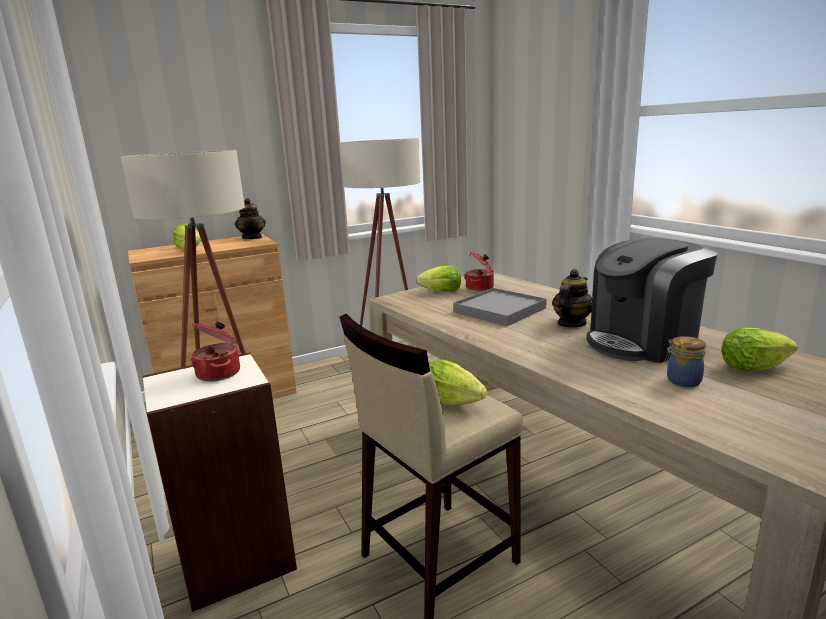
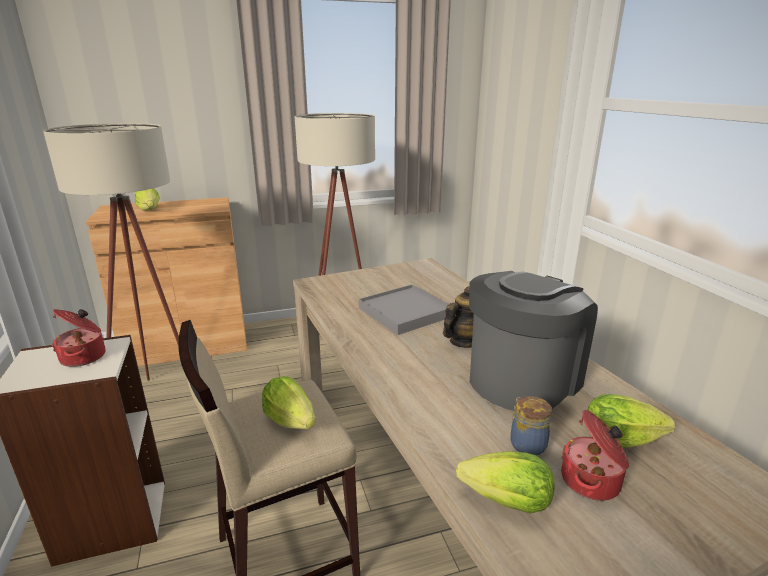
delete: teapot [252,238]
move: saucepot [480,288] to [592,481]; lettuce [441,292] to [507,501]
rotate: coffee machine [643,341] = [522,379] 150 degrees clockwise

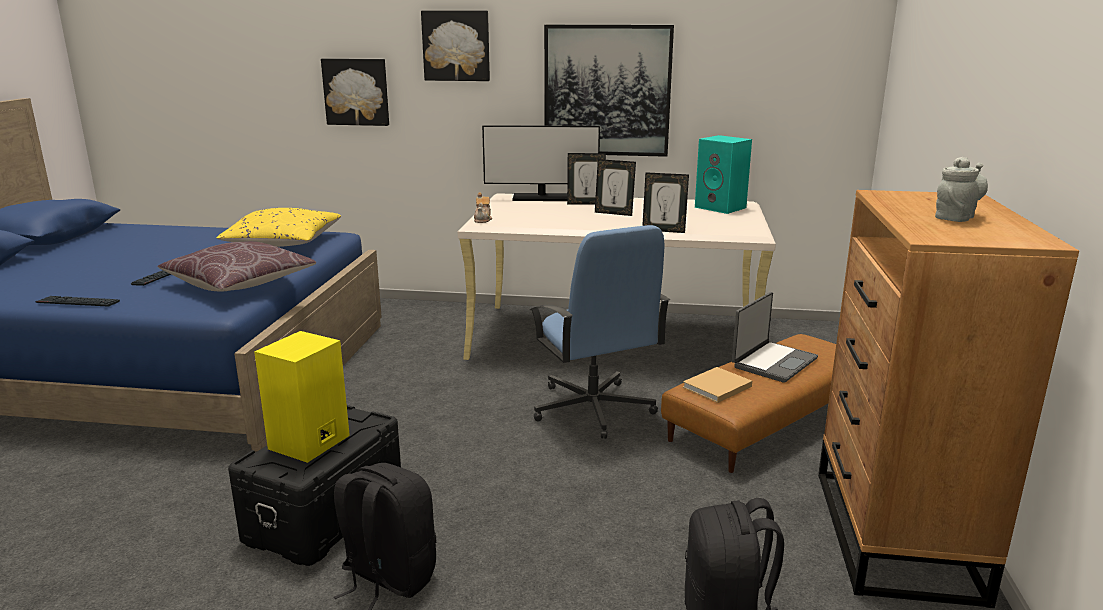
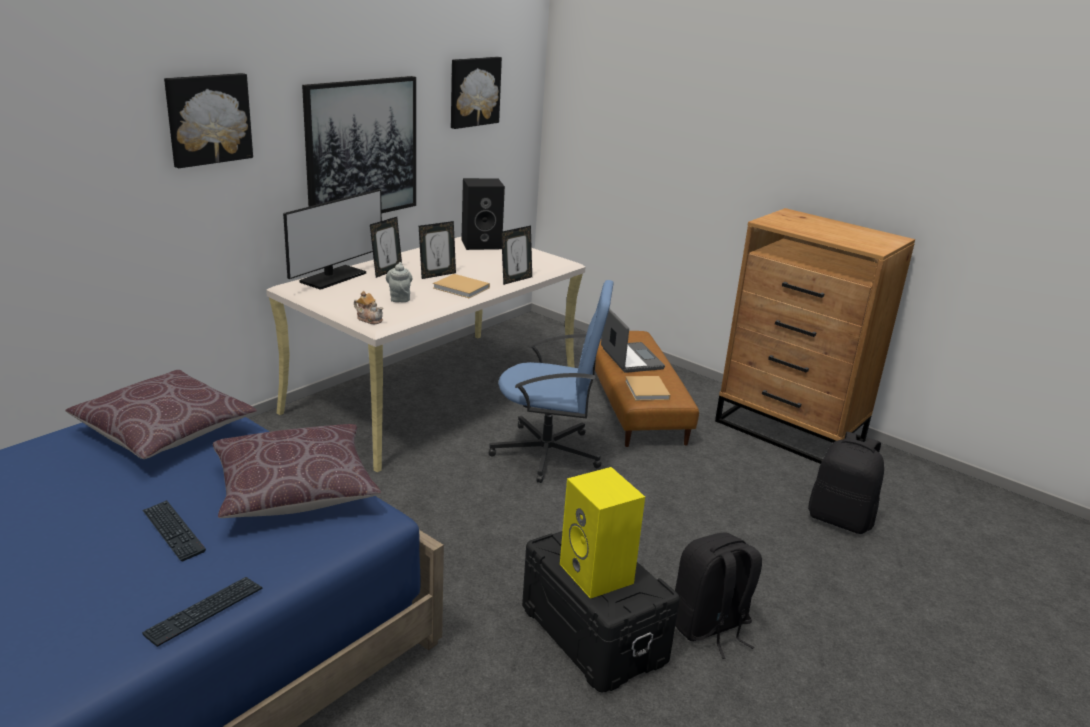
insert: book (beige-coloured) [462,288]
move: wall art [356,91] to [473,91]; teapot (gray) [956,217] to [399,298]
recolor: audio speaker (turquoise-coloured) [722,207] to audio speaker (black) [482,244]; cushion (yellowish) [284,243] to cushion (brown) [165,431]

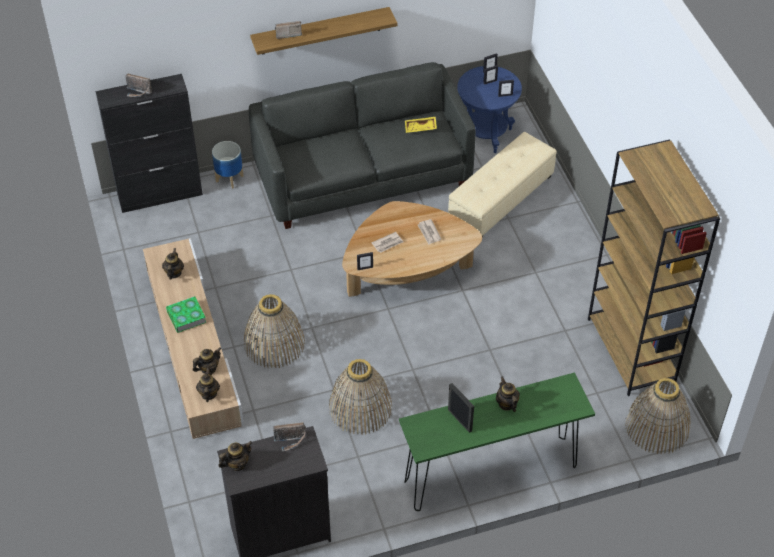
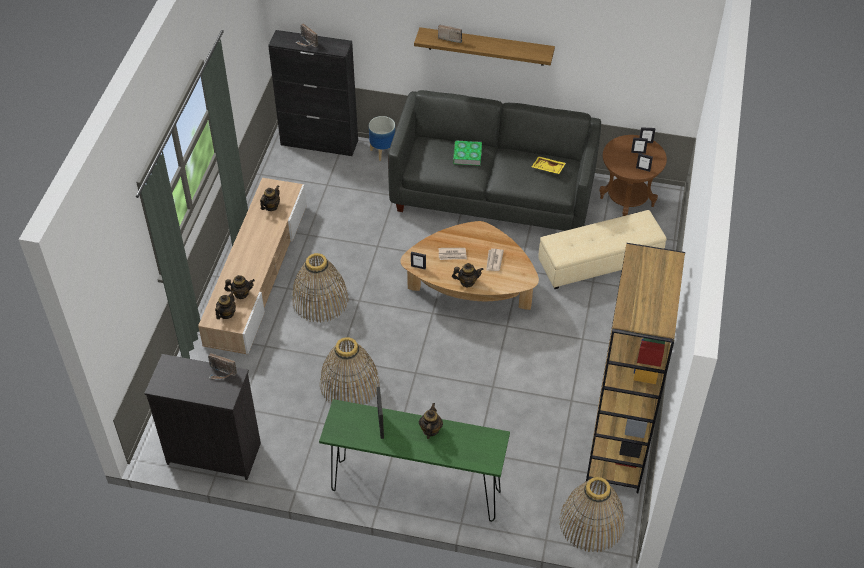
move: book [186,317] to [467,155]; teapot [237,464] to [467,282]
recolor: end table (blue-coloured) [486,134] to end table (brown) [627,202]

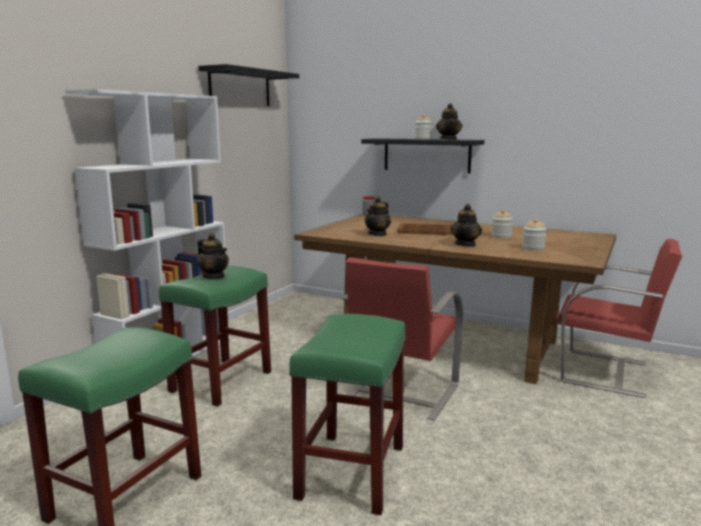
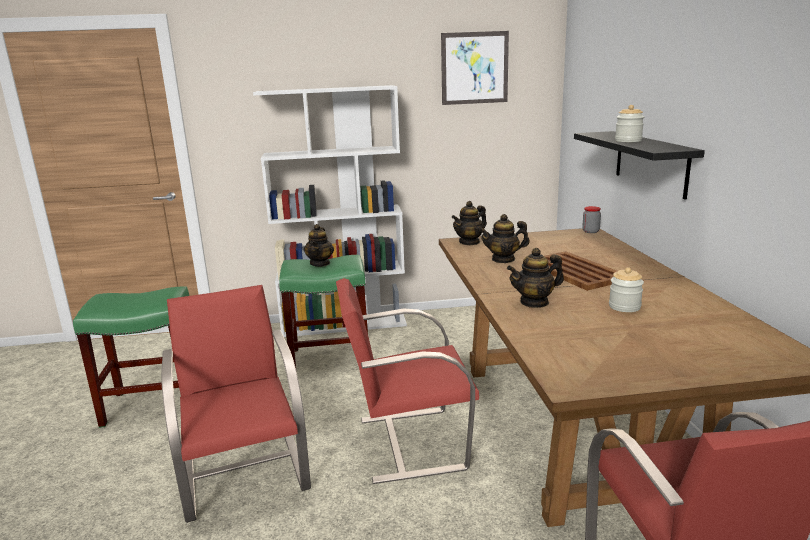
delete: jar [533,248]
move: teapot [448,139] to [469,242]
replace: shelf (black) [240,87] to wall art [474,68]; stool seat (green-coloured) [351,471] to plain chair (reddish) [245,474]

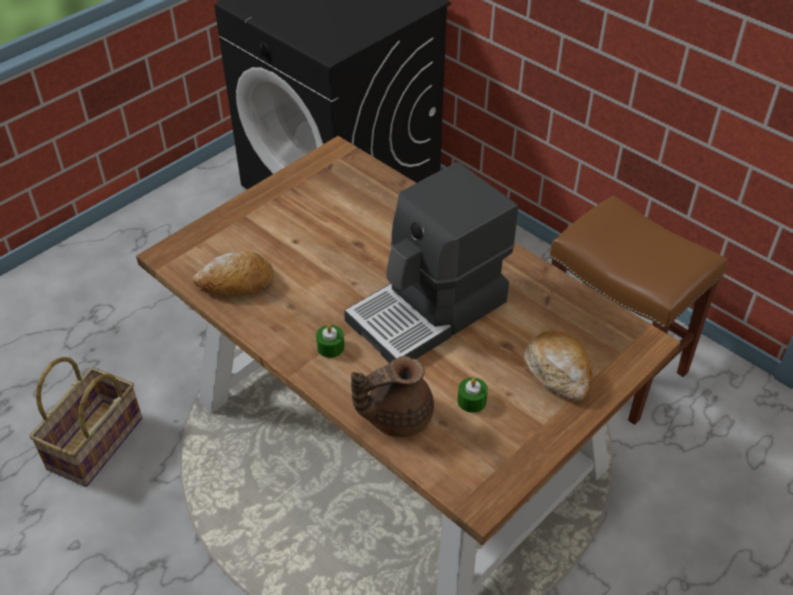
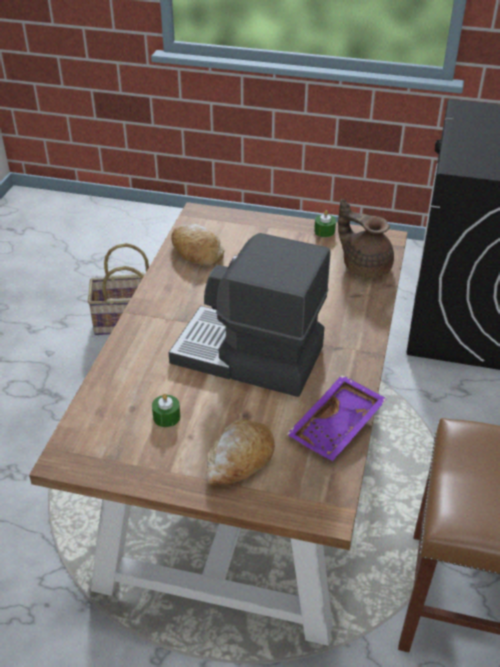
insert: serving tray (purple) [338,427]
move: wax candle (green-coloured) [330,347] to [324,231]; teapot (brown) [396,417] to [365,266]

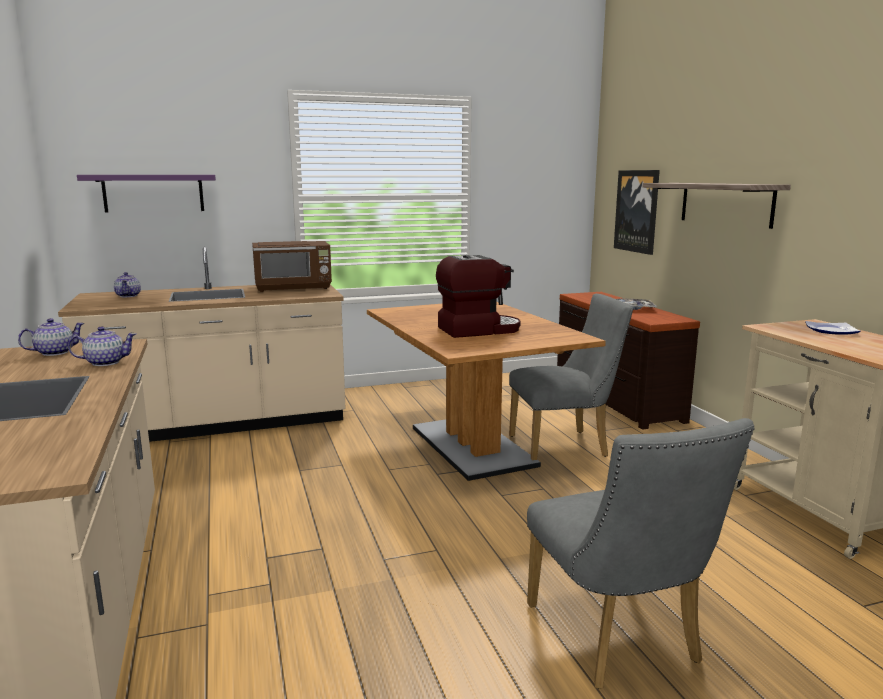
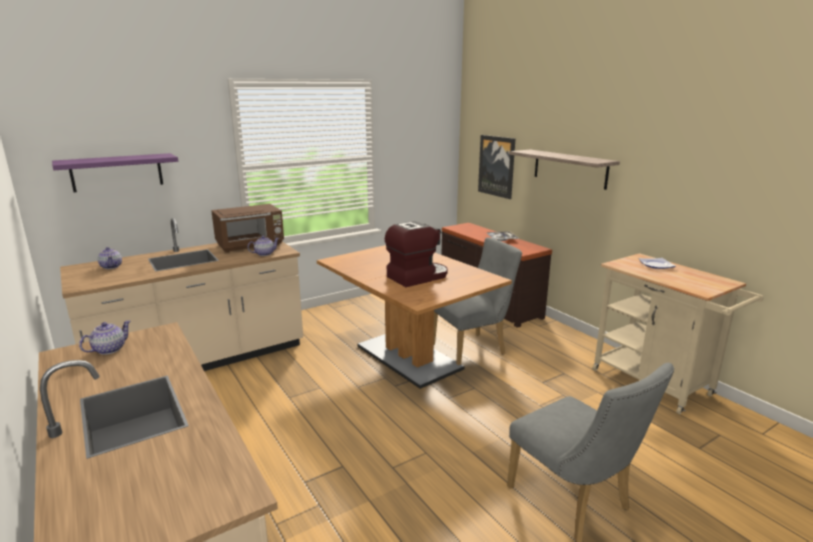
move: teapot [105,362] to [264,254]

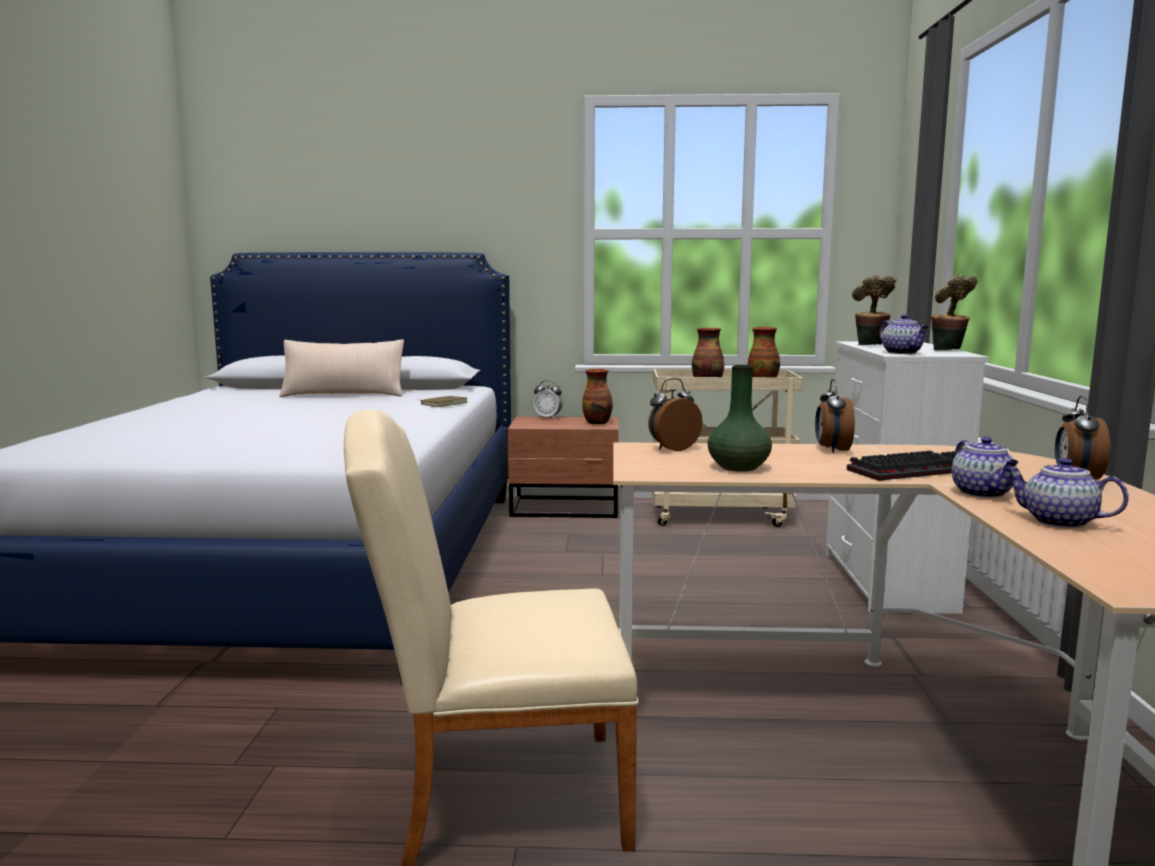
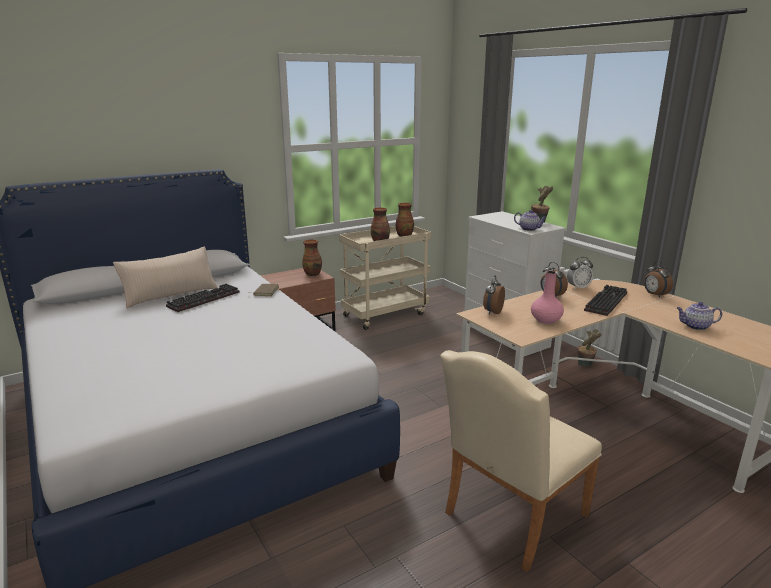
delete: teapot [983,493]
insert: keyboard [204,299]
move: houseplant [871,346] to [585,365]; bedside clock [548,418] to [578,287]
recolor: vase (green-coloured) [739,467] to vase (pink-coloured) [546,320]

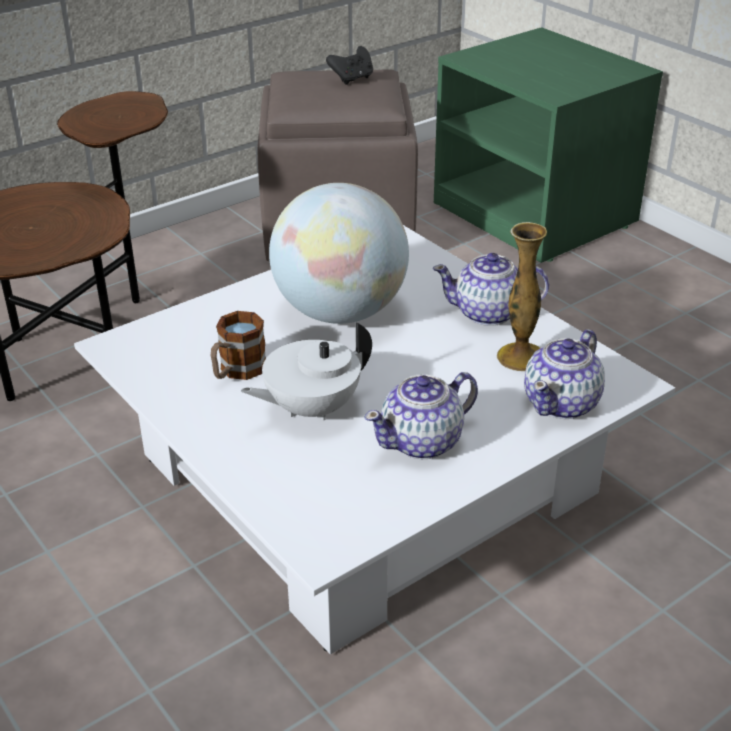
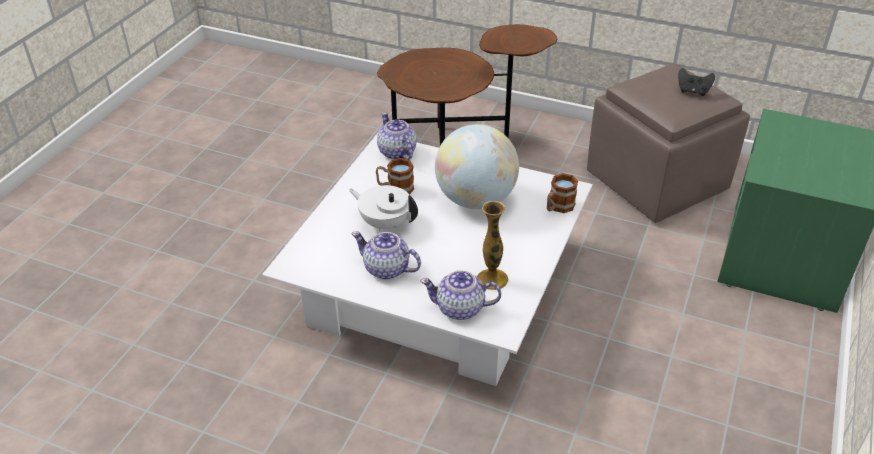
insert: mug [558,207]
move: teapot [489,313] to [397,152]

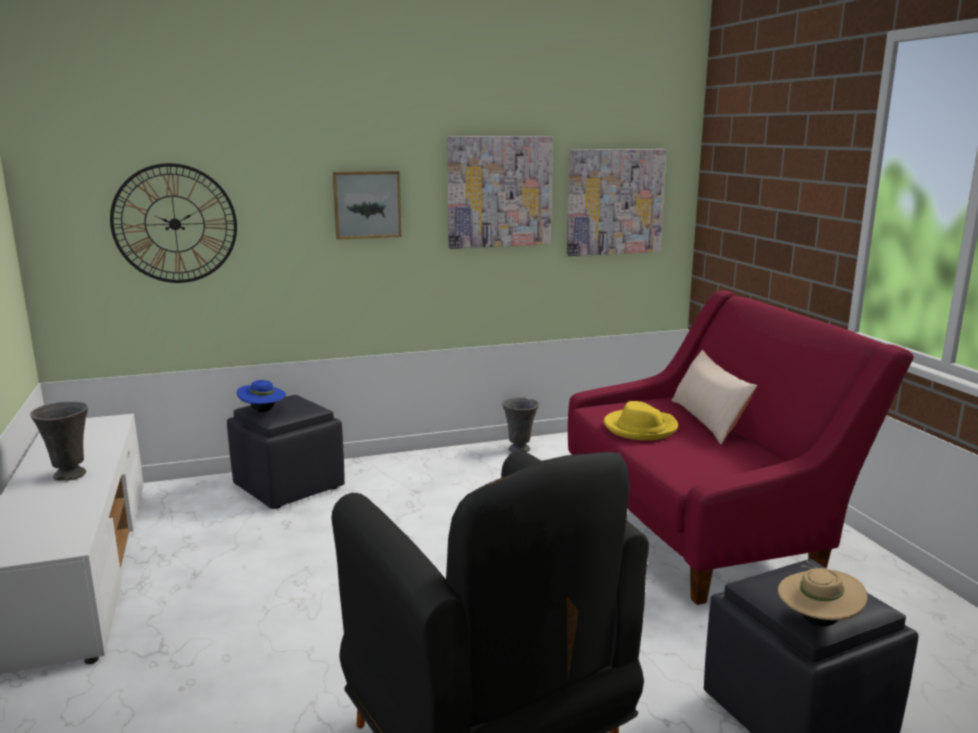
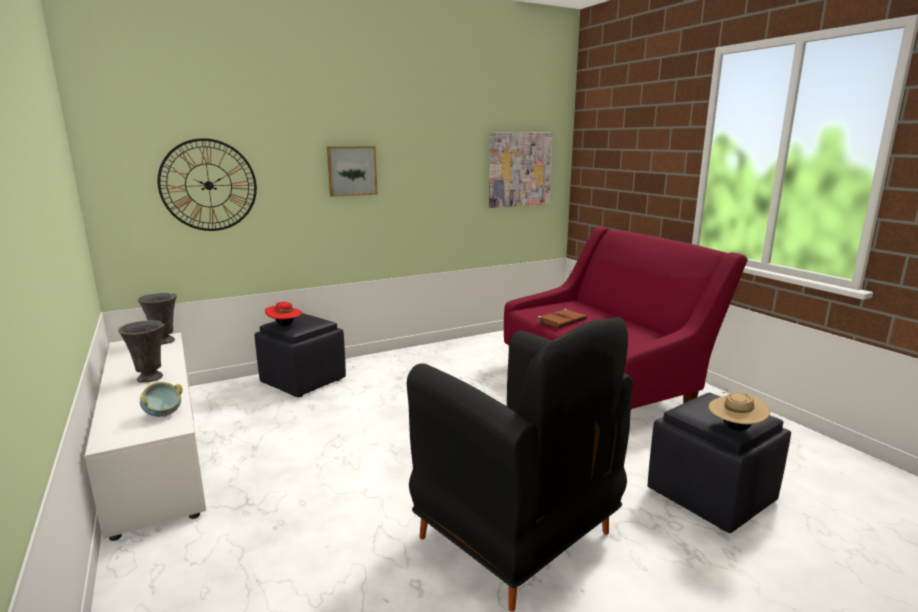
delete: wall art [499,191]; cushion (beige-coloured) [708,420]
insert: bowl [163,415]
move: vase (gray) [520,449] to [164,341]
replace: hat (yellowish) [640,428] to book (brown) [562,320]
recolor: hat (blue-coloured) [263,411] to hat (reddish) [285,325]

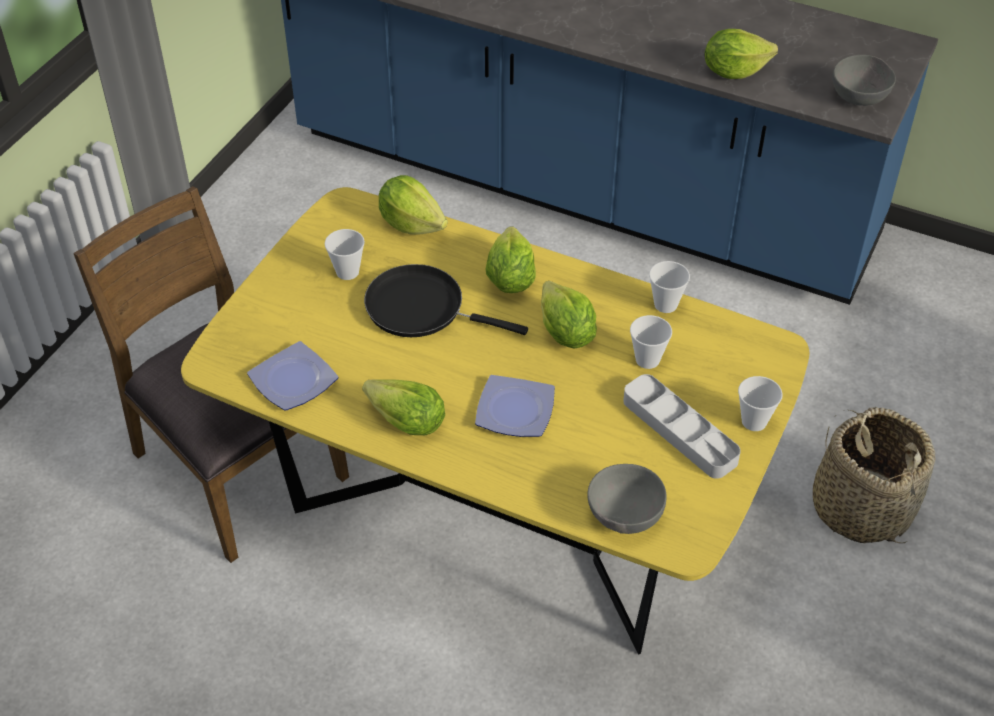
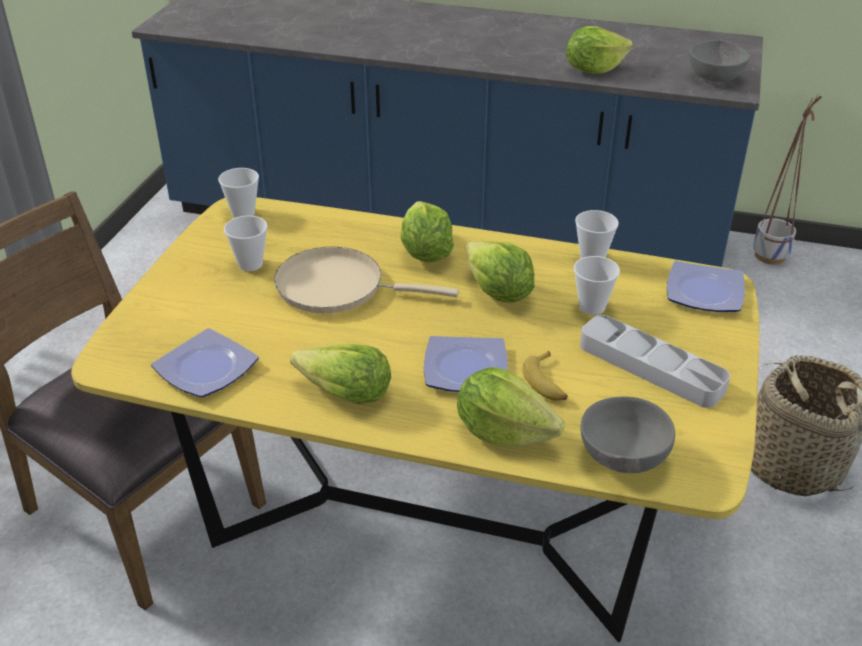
insert: flower pot [770,256]; dinner plate [706,293]; banana fruit [547,383]
move: lettuce [411,223] to [503,432]; cup [754,421] to [243,213]
recolor: pan (black) [422,308] to pan (beige-coloured) [338,287]

